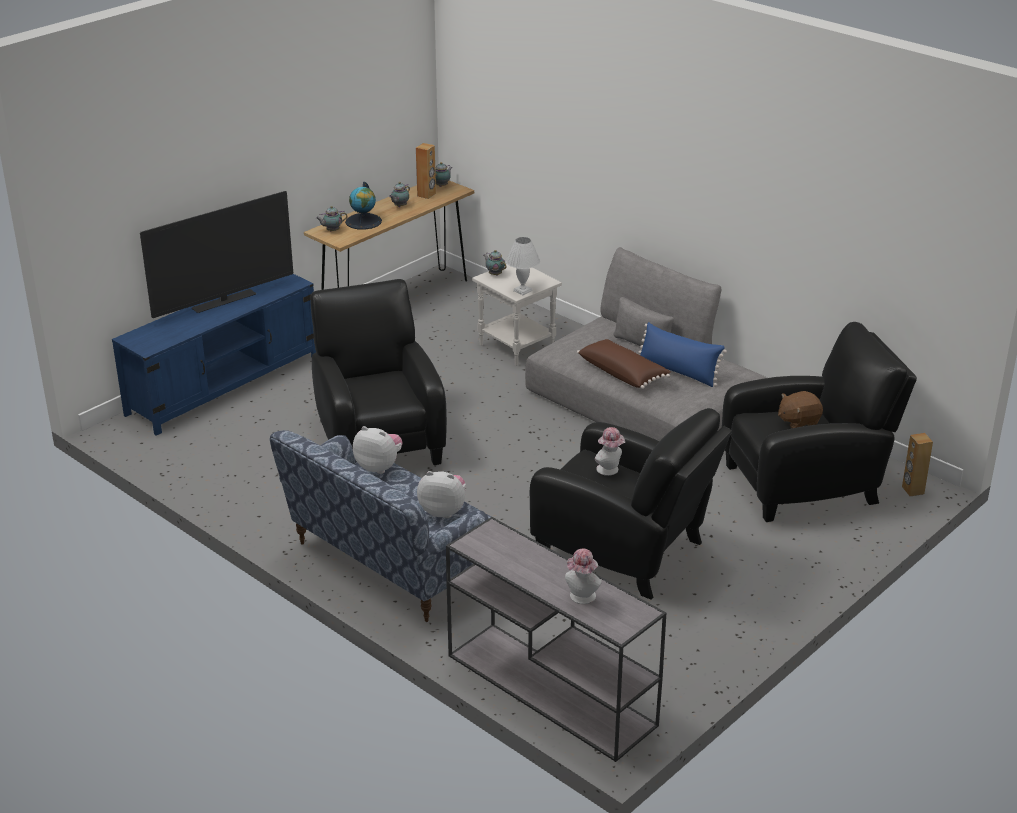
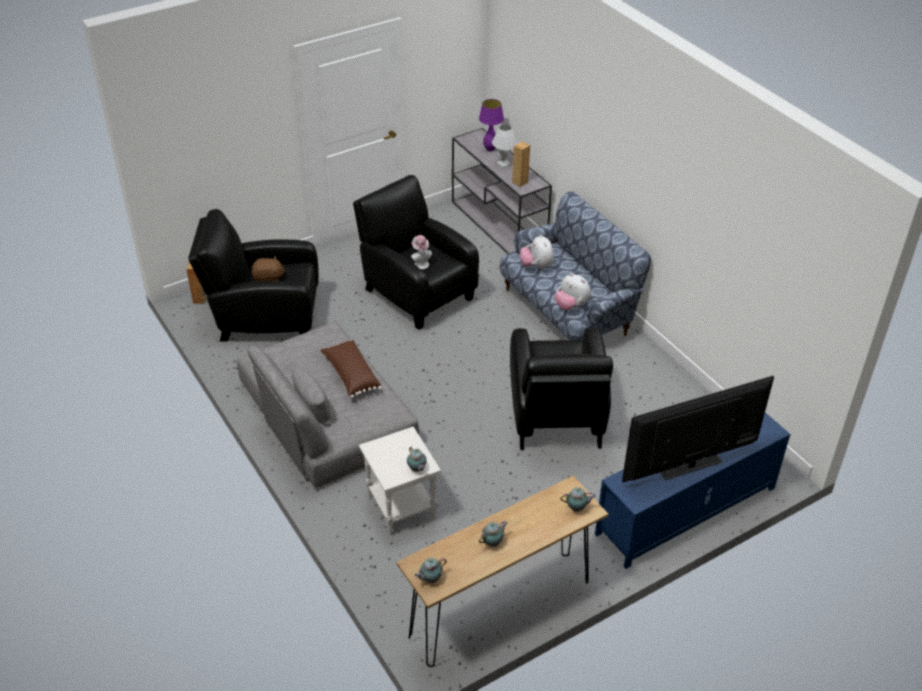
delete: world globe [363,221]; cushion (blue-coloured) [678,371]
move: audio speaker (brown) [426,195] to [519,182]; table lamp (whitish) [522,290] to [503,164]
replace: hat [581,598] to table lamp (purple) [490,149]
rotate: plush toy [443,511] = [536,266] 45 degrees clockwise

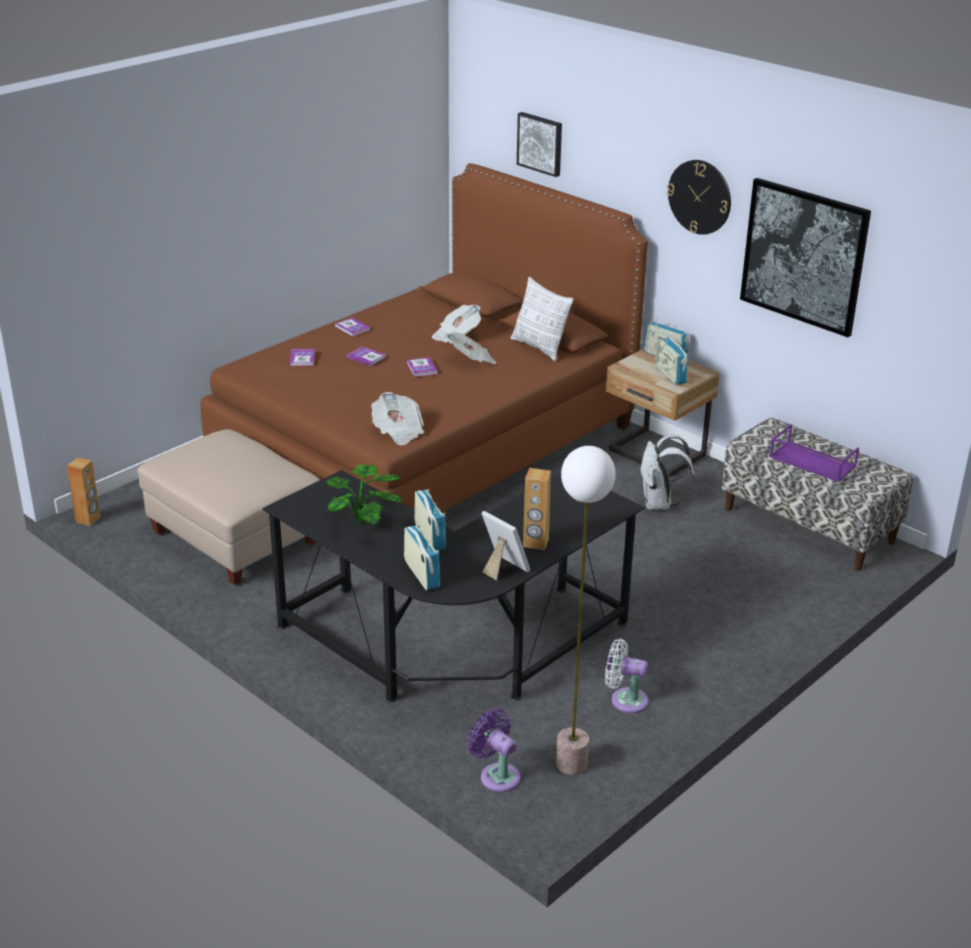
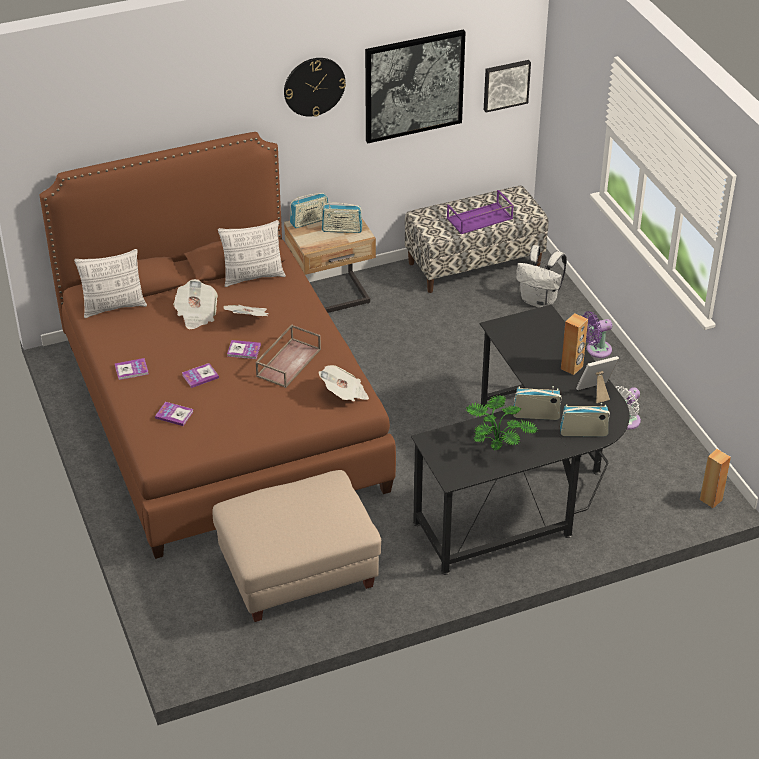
delete: floor lamp [571,763]
insert: cushion [114,307]; serving tray (brown) [288,362]
move: wall art [541,143] to [505,84]; rucksack (whitish) [660,504] to [540,301]; audio speaker (brown) [88,520] to [711,499]; fan (purple) [497,775] to [596,350]

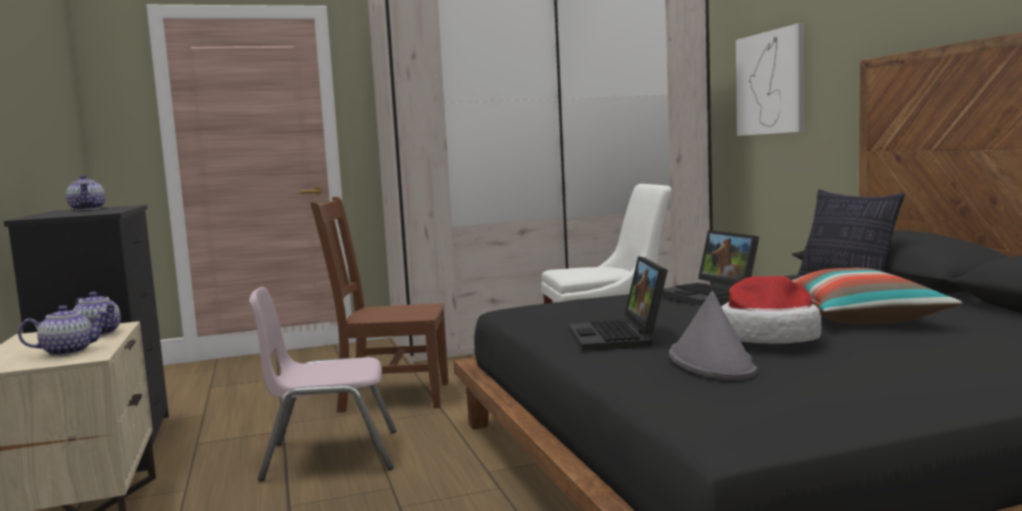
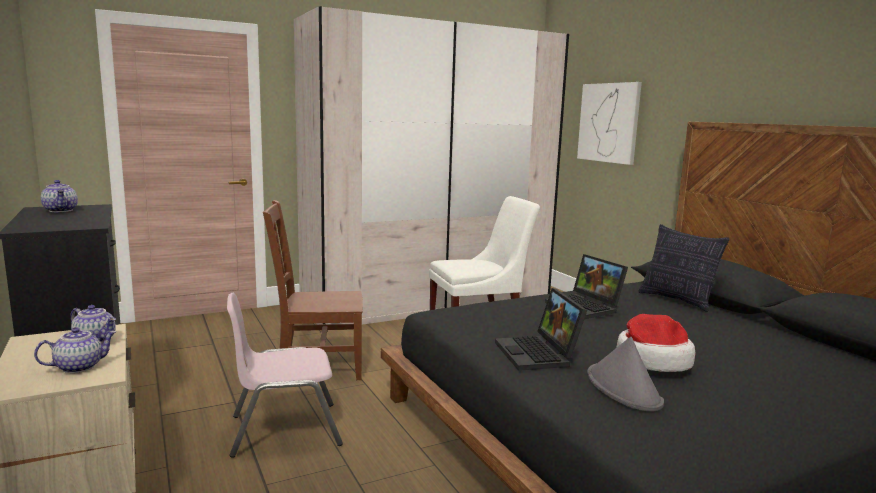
delete: cushion [860,318]

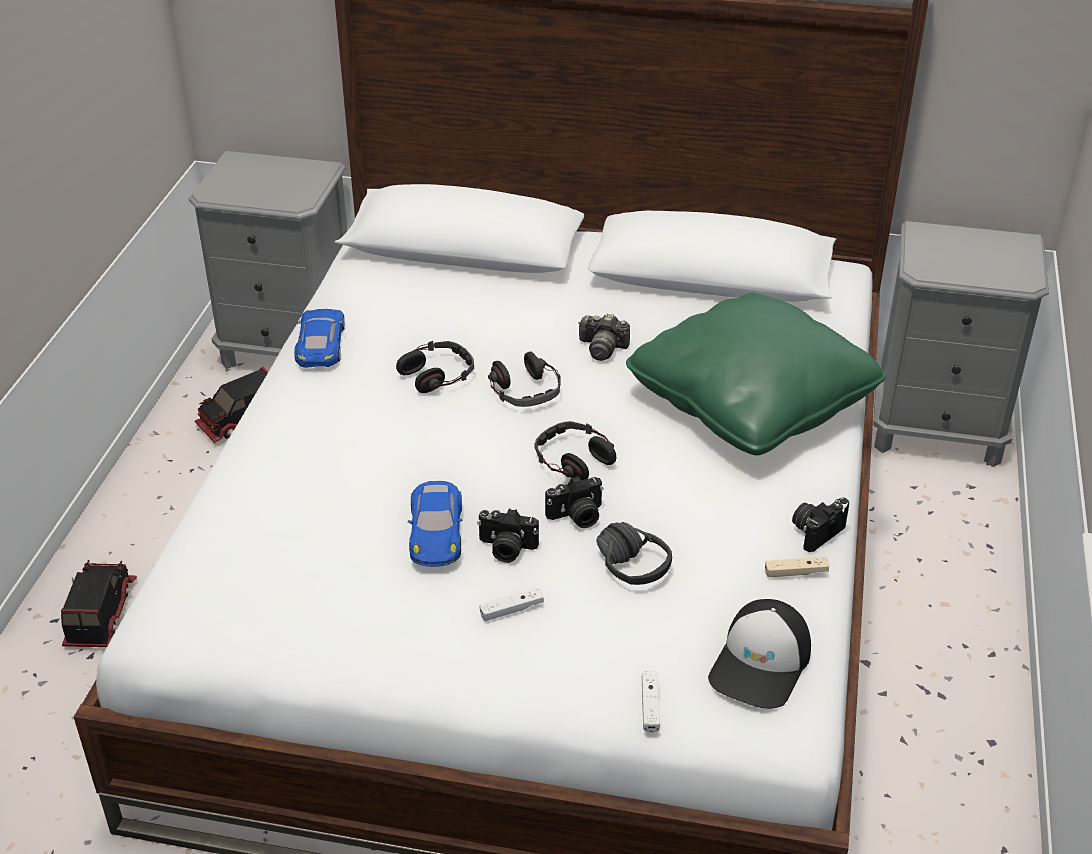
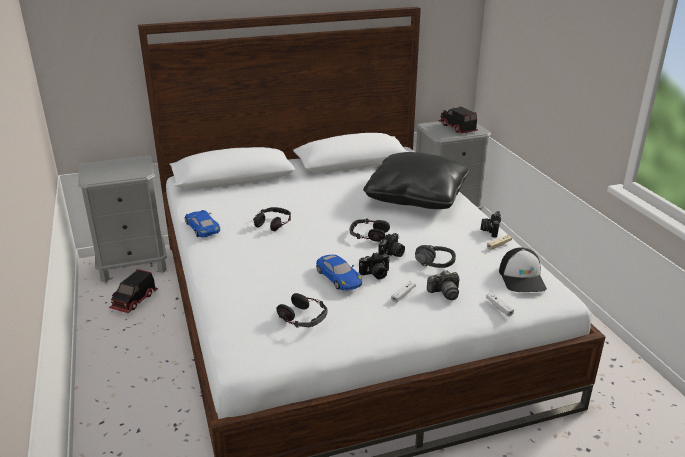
move: still camera [602,348] to [444,293]; headphones [526,390] to [303,317]; toy truck [99,615] to [457,128]
recolor: cushion (green-coloured) [750,401] to cushion (black) [416,197]

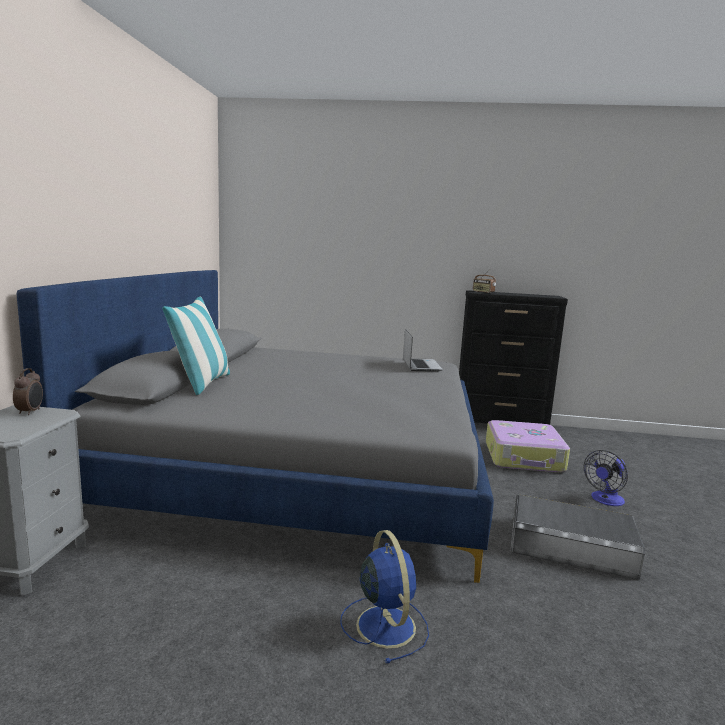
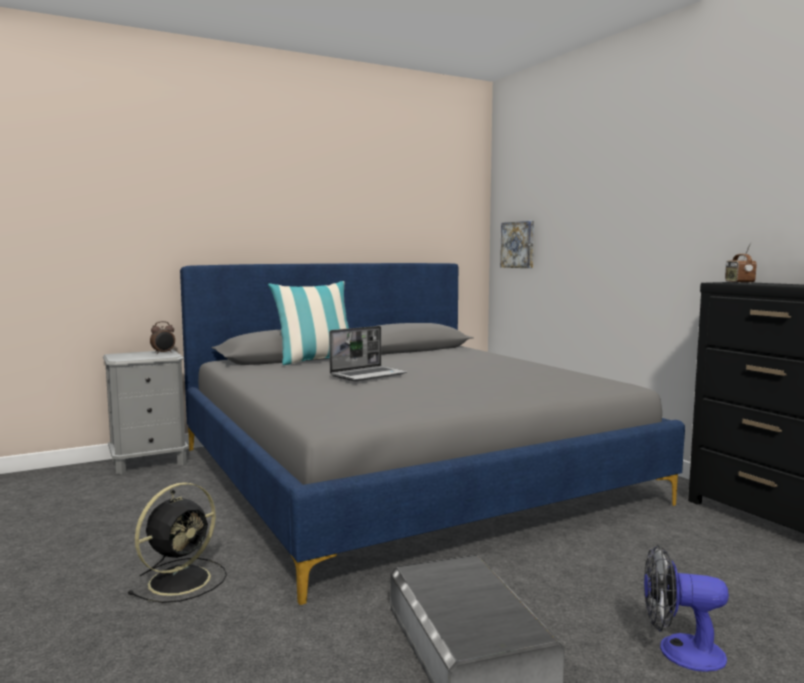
delete: piece of luggage [524,457]
insert: wall art [518,244]
move: notebook computer [420,366] to [368,375]
recolor: fan (blue-coloured) [384,624] to fan (black) [182,579]

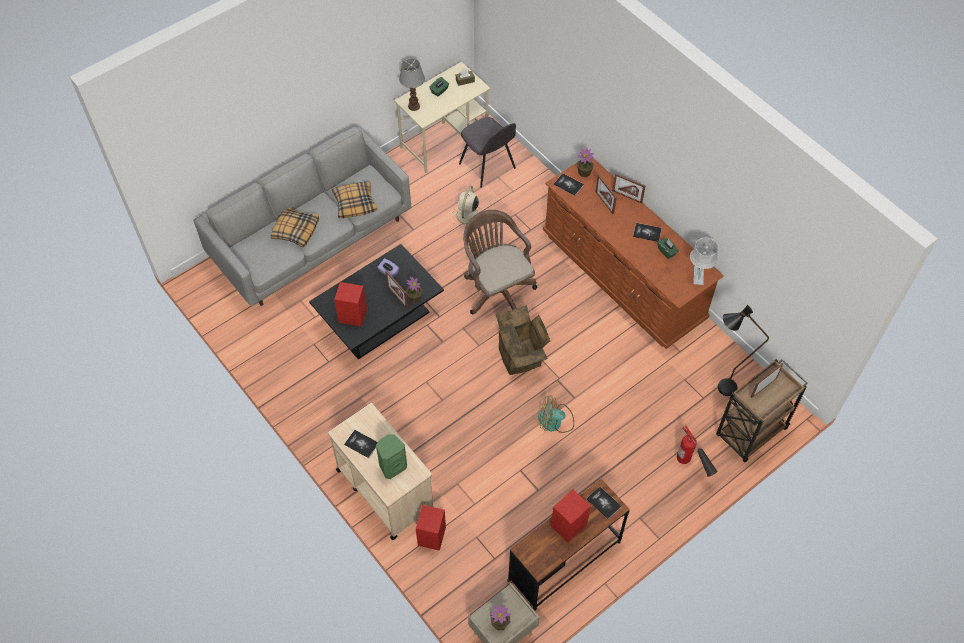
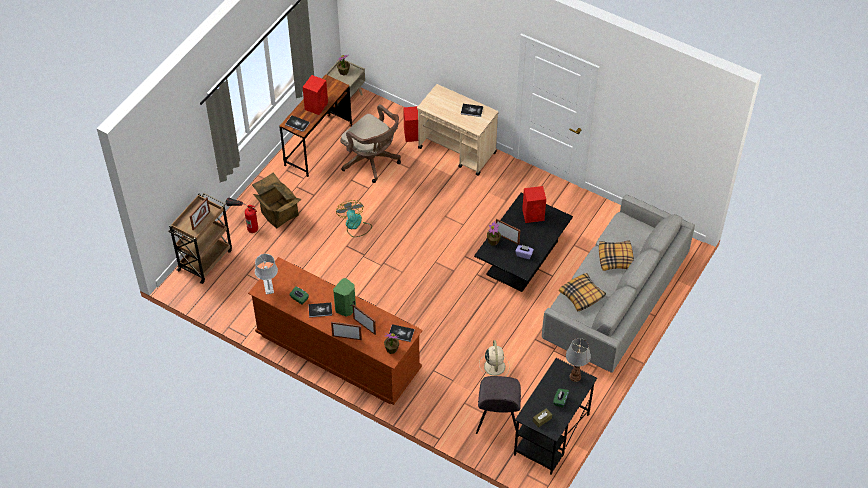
delete: floor lamp (black) [720,389]
move: computer chair (brown) [496,289] to [372,162]; cardboard box [522,357] to [277,214]; audio speaker (green-coloured) [392,466] to [346,308]
recolor: desk table (beige-coloured) [444,141] to desk table (black) [551,435]
rotate: plain chair (gray) [488,167] = [498,420] 120 degrees counterclockwise; fan [555,421] = [355,225] 90 degrees counterclockwise

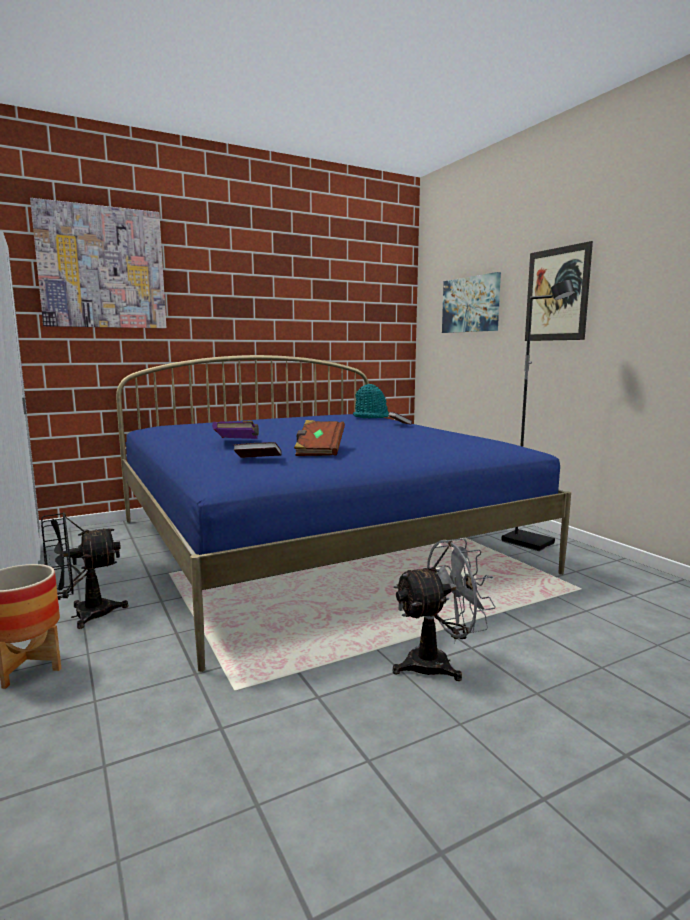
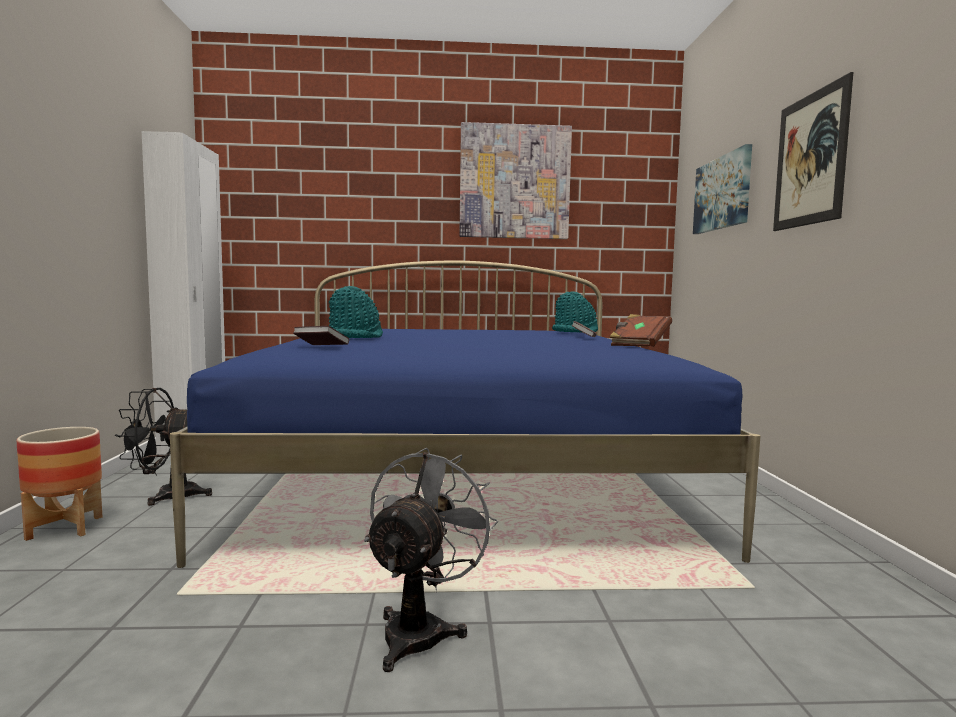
delete: floor lamp (black) [529,542]
move: wall art [102,268] to [514,182]; book (brown) [319,451] to [639,344]
replace: book (purple) [238,442] to hat (turquoise-coloured) [355,337]
rotate: fan (gray) [438,663] = [421,629] 75 degrees counterclockwise

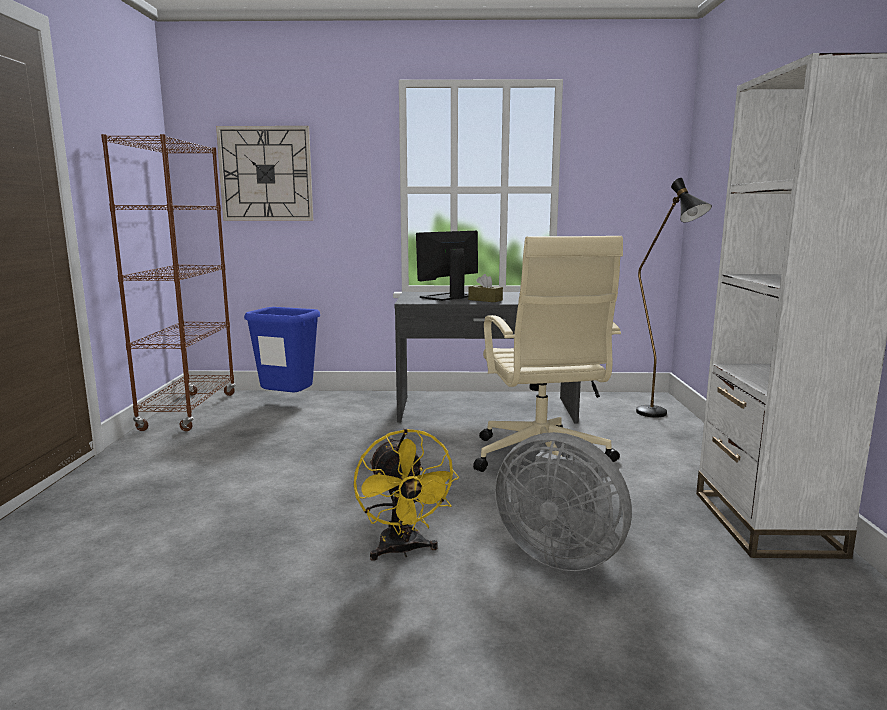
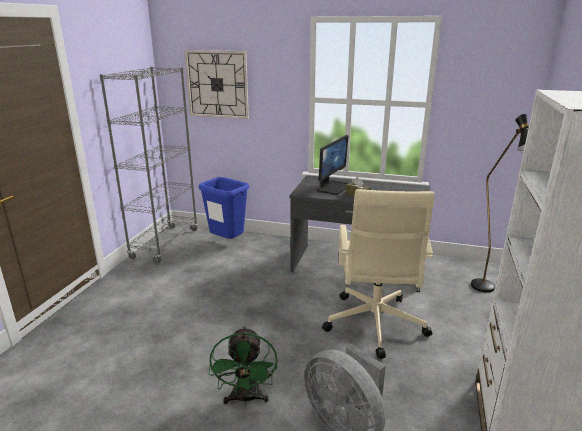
recolor: bookshelf (brown) [189,411] to bookshelf (gray) [165,243]; fan (yellowish) [403,551] to fan (green-coloured) [246,399]
rotate: computer screen [448,297] = [333,187] 150 degrees clockwise

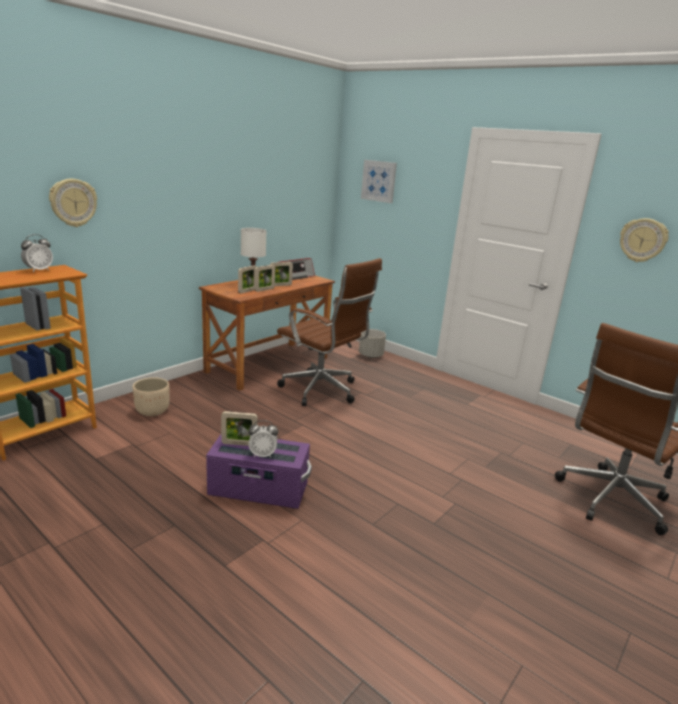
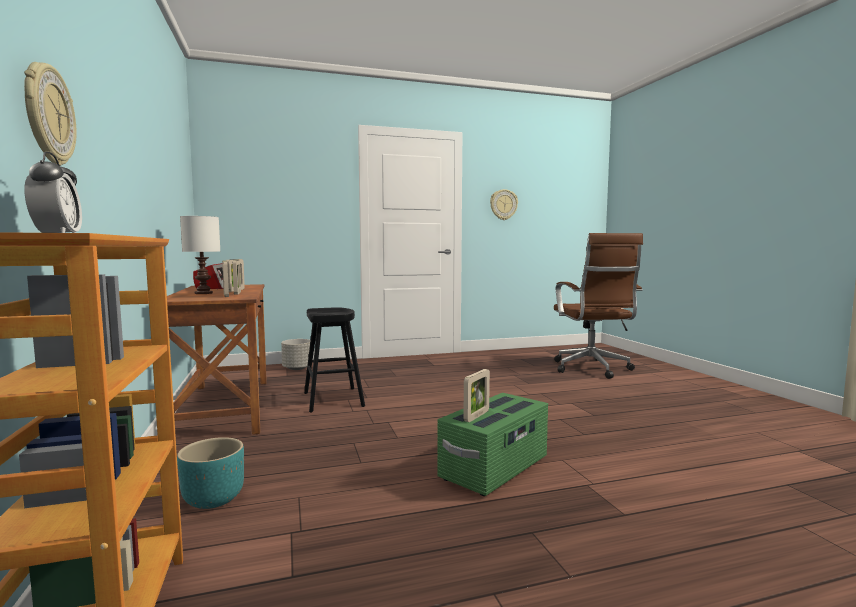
delete: wall art [379,181]; bedside clock [262,454]
replace: computer chair (brown) [322,391] to stool seat (black) [333,399]
recolor: flower pot (beige-coloured) [152,411] to flower pot (turquoise-coloured) [213,500]; storage box (purple) [258,490] to storage box (green-coloured) [495,468]

